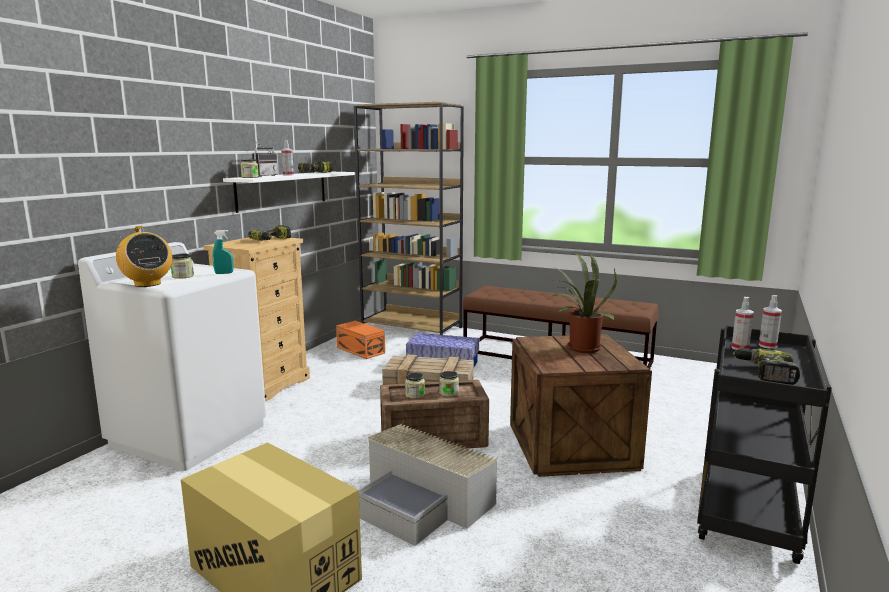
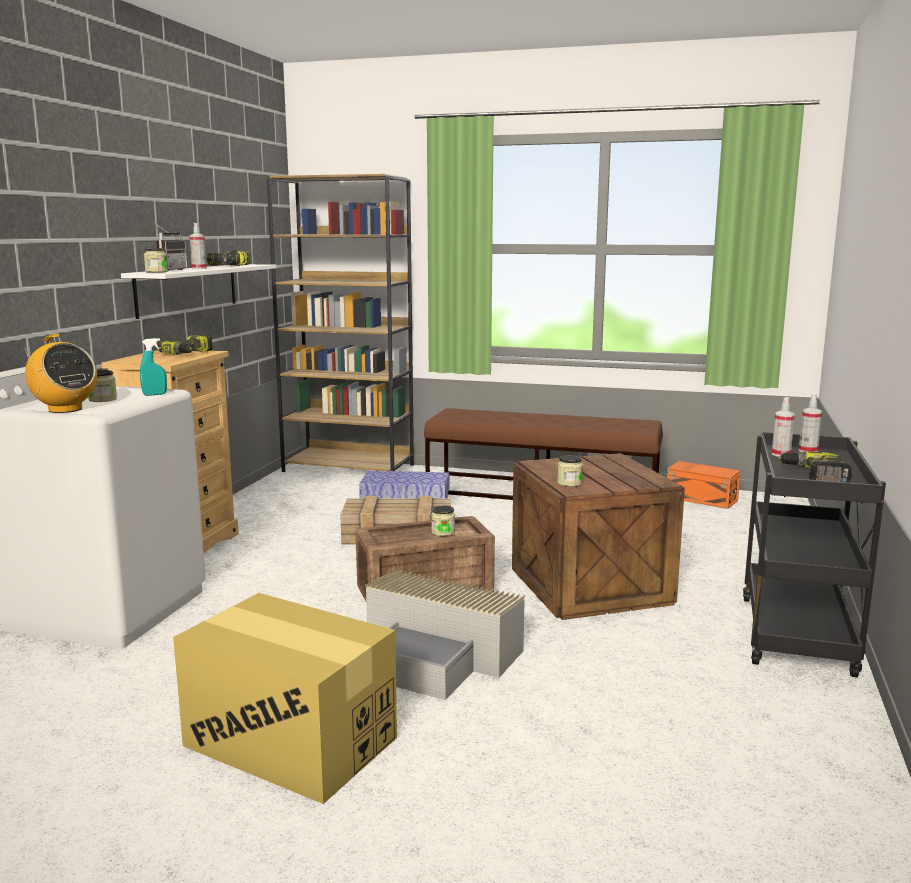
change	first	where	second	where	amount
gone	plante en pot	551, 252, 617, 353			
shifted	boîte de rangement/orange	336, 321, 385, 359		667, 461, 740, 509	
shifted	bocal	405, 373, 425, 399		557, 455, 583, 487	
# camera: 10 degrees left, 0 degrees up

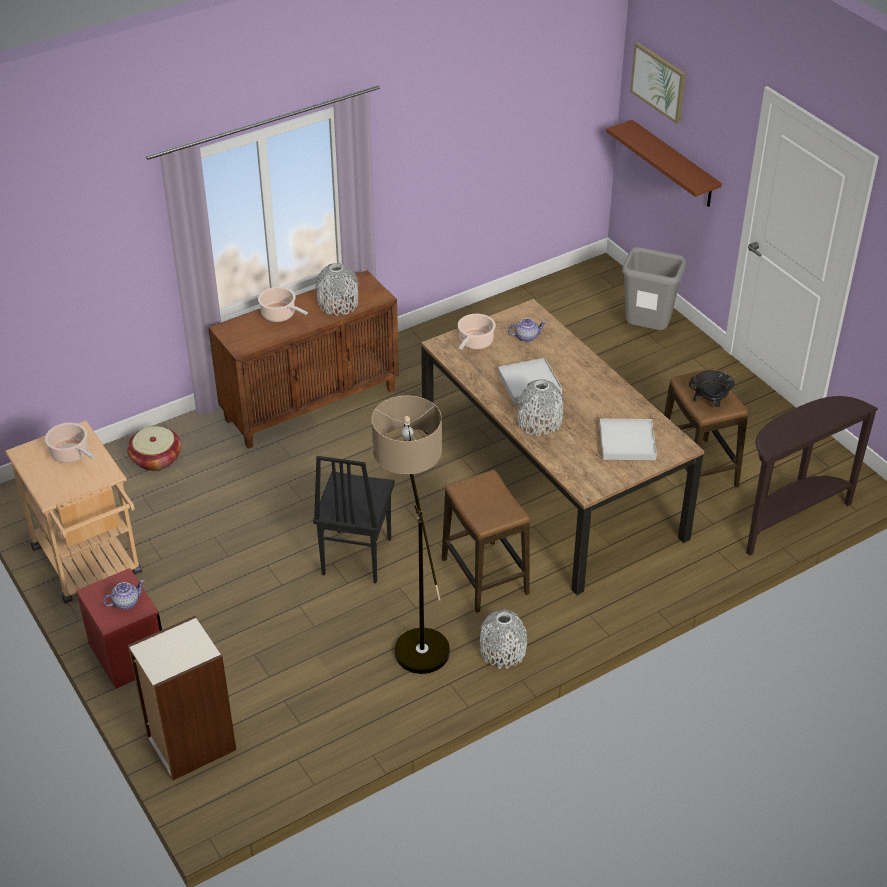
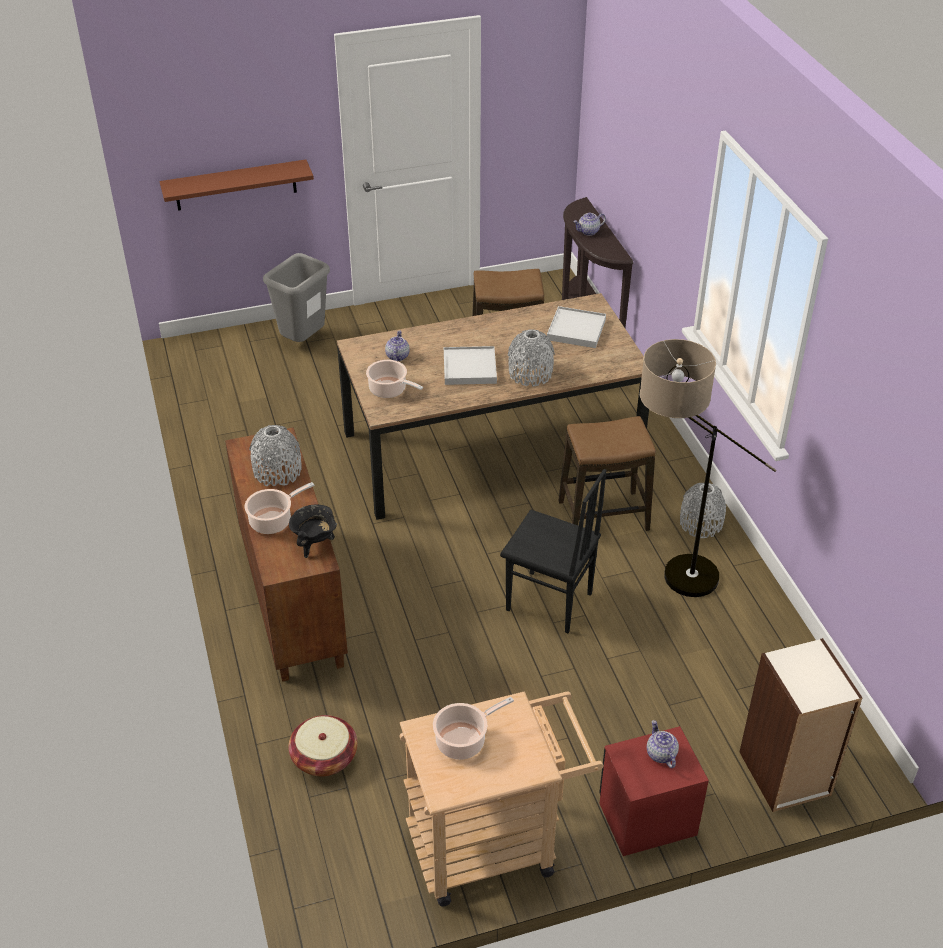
change	first	where	second	where	amount
gone	tableau	630, 42, 686, 124			
shifted	marmite/noir	689, 370, 735, 407		289, 505, 337, 558	
new			théière	573, 213, 606, 236	
# camera: 75 degrees left, 0 degrees up

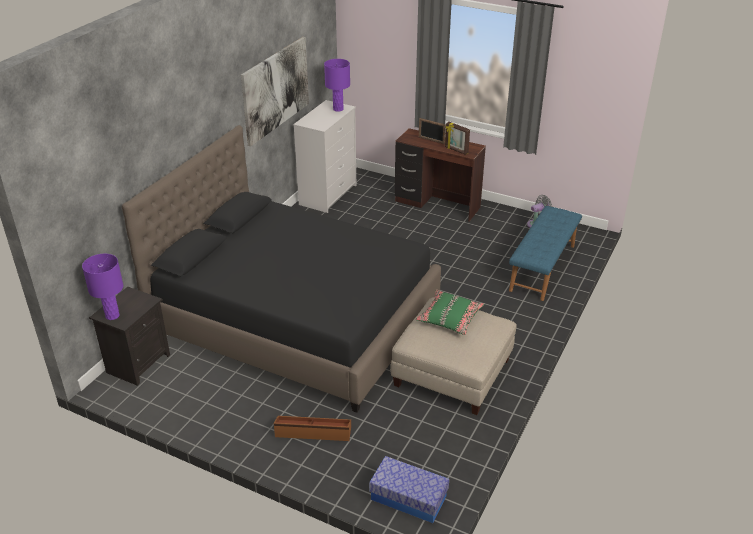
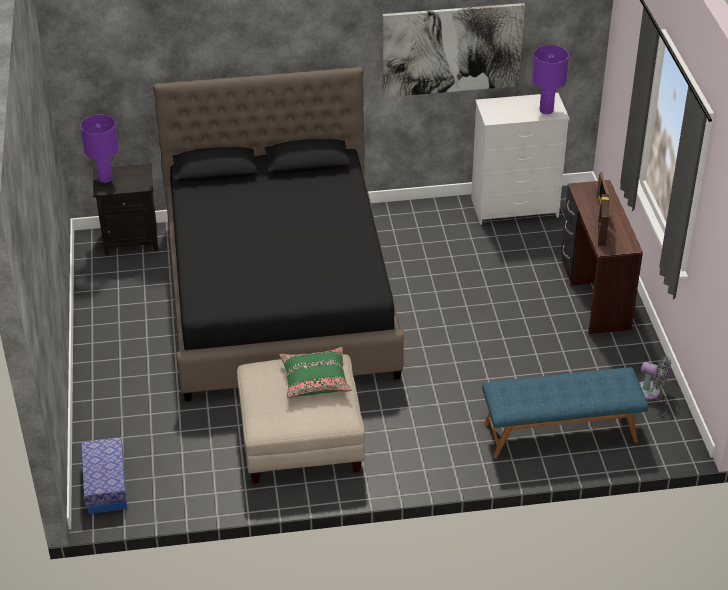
change	first	where	second	where	amount
gone	boîte de rangement/marron	274, 416, 351, 441			
# camera: 55 degrees right, 5 degrees up

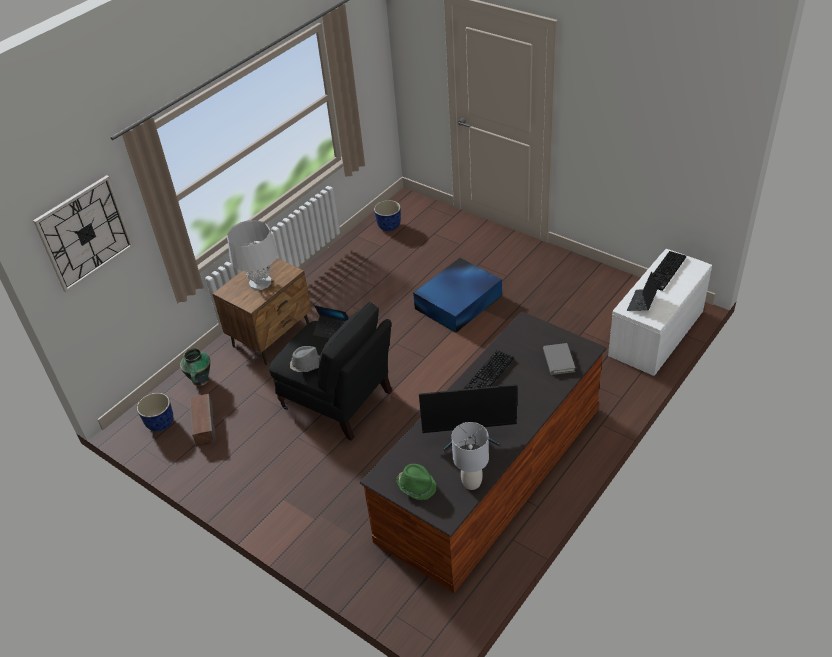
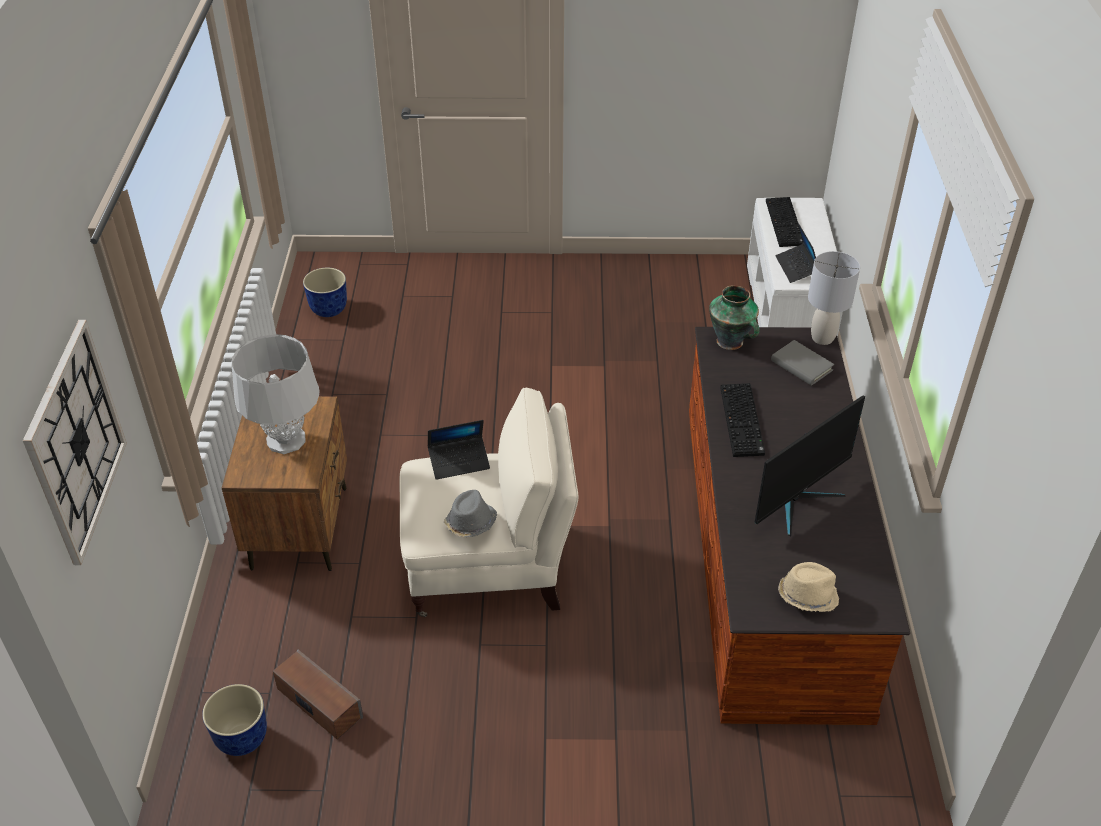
change	first	where	second	where	amount
gone	boîte de rangement/bleu	413, 258, 502, 333			
repainted	fauteuil/noir	268, 302, 392, 441	fauteuil/beige	400, 388, 578, 617	
shifted	vase	180, 348, 210, 386		709, 285, 760, 350	
shifted	lampe de table/gris	452, 422, 489, 490		808, 251, 860, 345	
repainted	chapeau/vert	396, 464, 436, 500	chapeau/beige	778, 562, 839, 612	
# camera: 40 degrees left, 0 degrees up

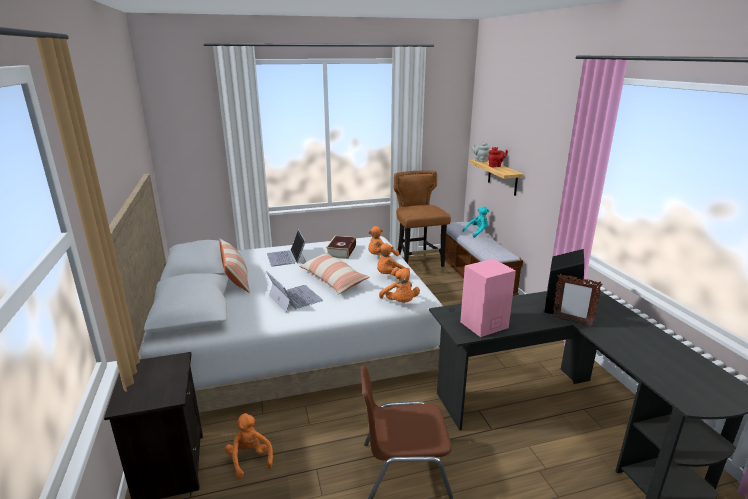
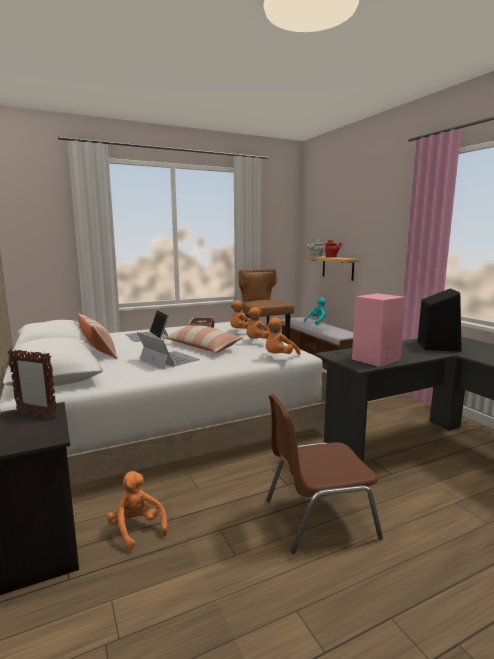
change	first	where	second	where	amount
rotated	peluche/orange	379, 268, 420, 303		266, 317, 301, 355	75 degrees clockwise
shifted	cadre photo	552, 274, 603, 327		8, 349, 57, 418	
# camera: 10 degrees left, 10 degrees down

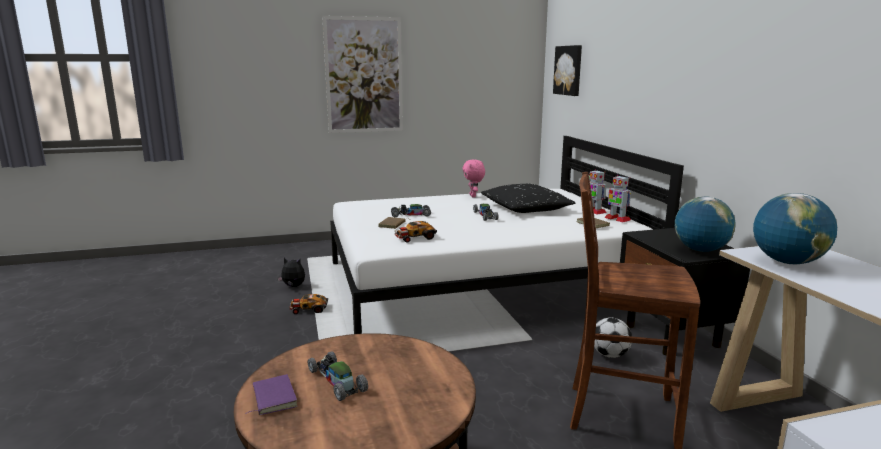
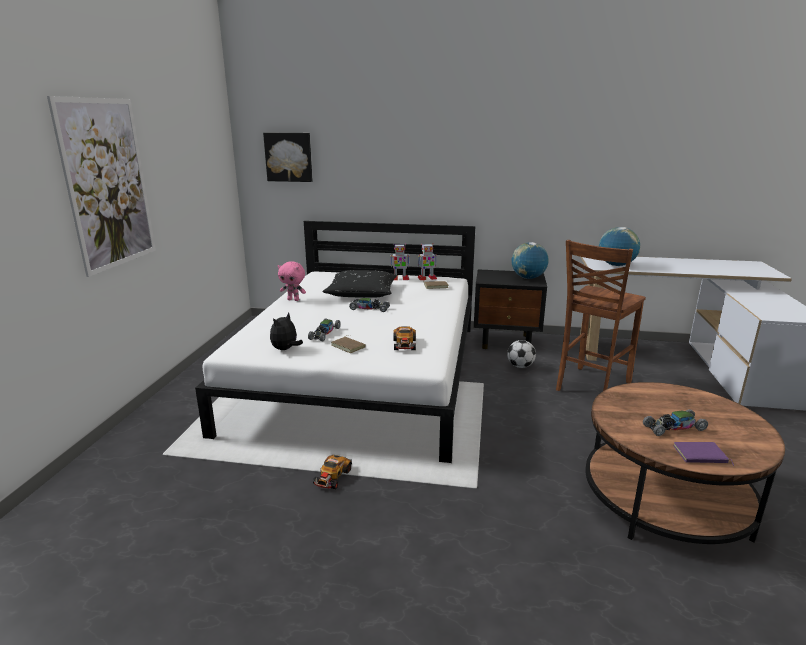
change	first	where	second	where	amount
shifted	peluche	277, 258, 305, 287		270, 313, 303, 350	
# camera: 65 degrees left, 5 degrees up

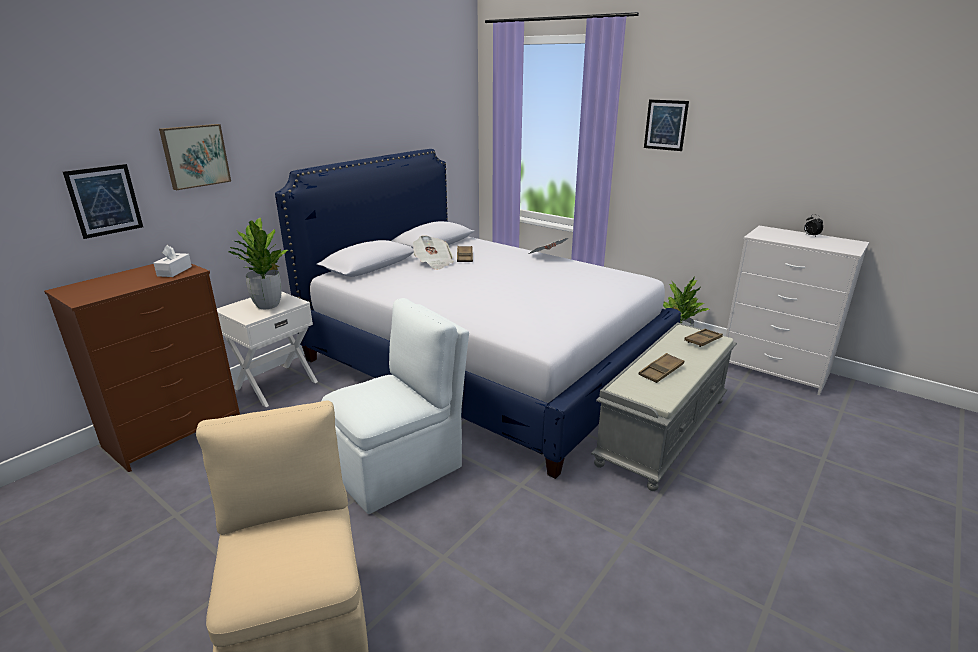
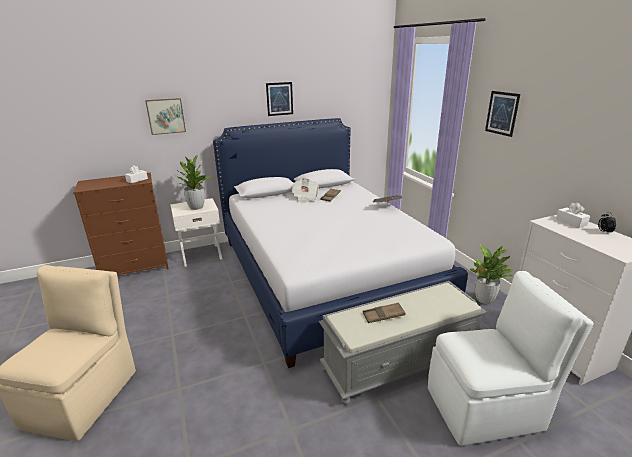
change	first	where	second	where	amount
shifted	tableau	63, 164, 143, 239		266, 82, 293, 116	
shifted	chaise/blanc	322, 298, 469, 514		428, 271, 594, 446	
gone	plateau/marron	684, 329, 723, 347			
new			boîte à mouchoirs/blanc	556, 203, 590, 228	
# camera: 30 degrees right, 0 degrees up

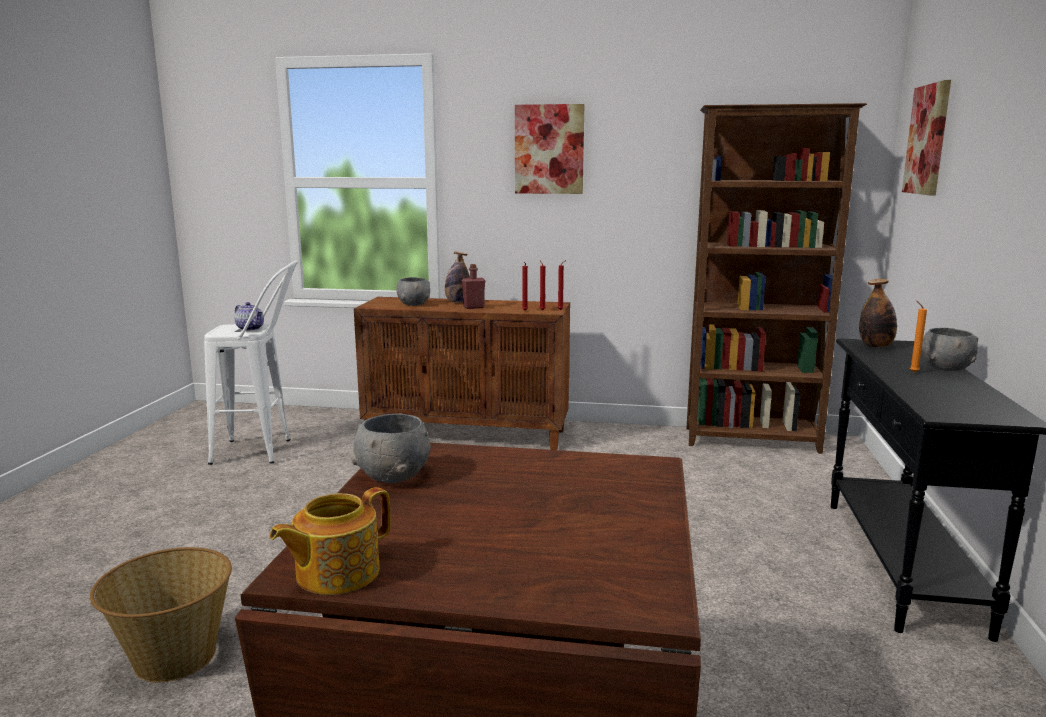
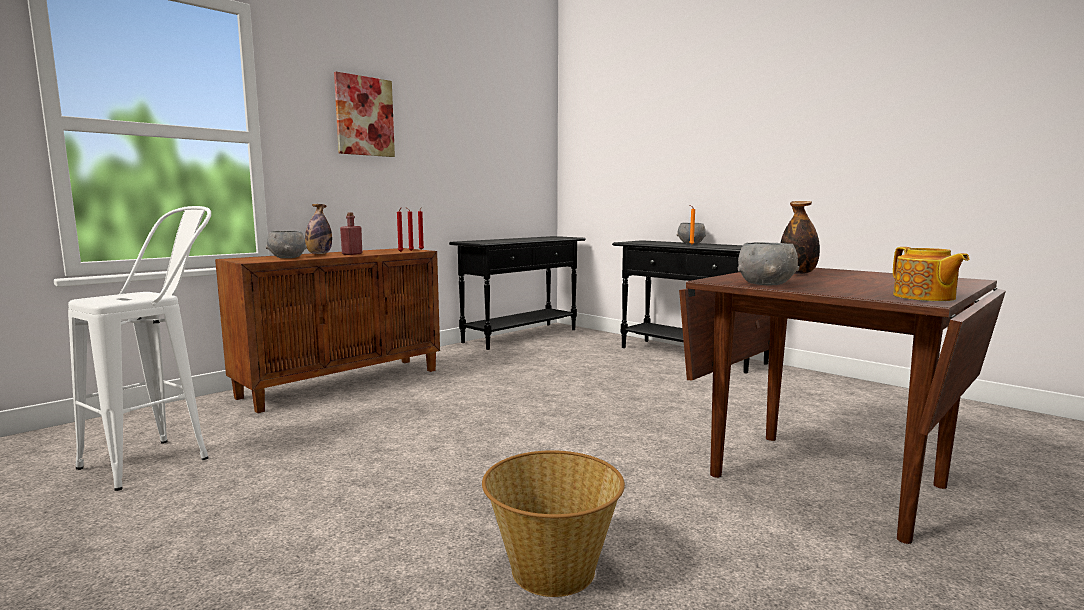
change	first	where	second	where	amount
gone	tableau	902, 80, 951, 195			
swapped	bibliothèque/marron	686, 103, 867, 454	table console/noir	449, 236, 586, 350	
shifted	bouteille	859, 279, 897, 347		781, 201, 820, 274	
gone	théière	234, 302, 264, 331			
# camera: 55 degrees left, 5 degrees down

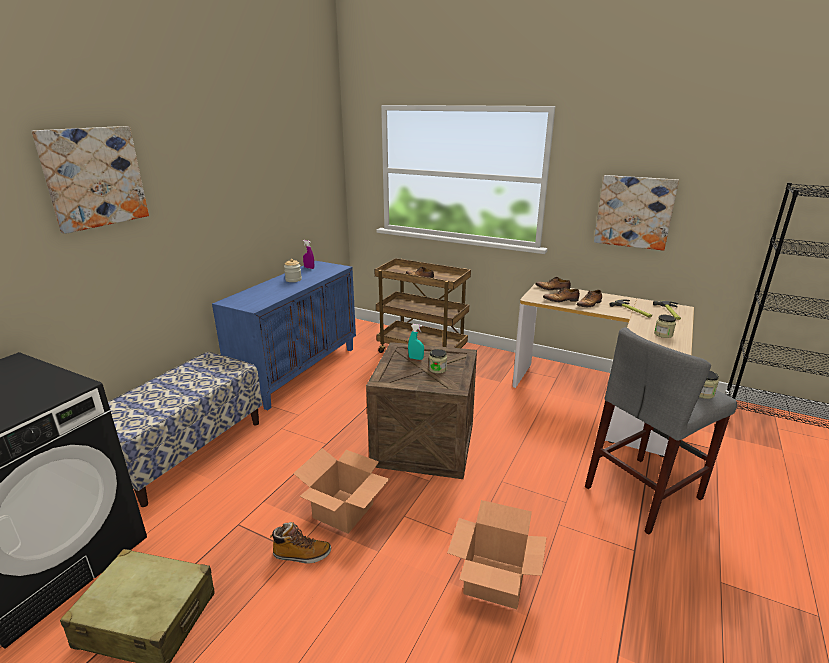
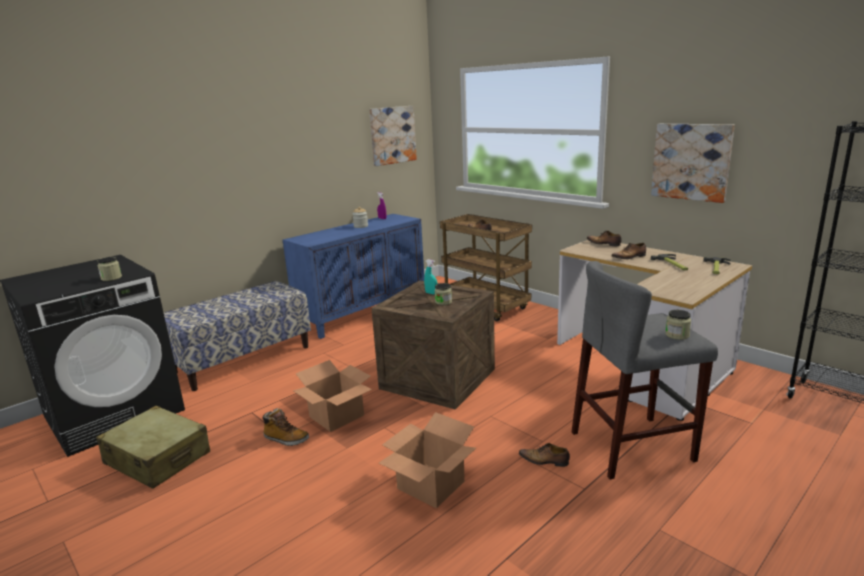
change	first	where	second	where	amount
shifted	tableau	32, 126, 149, 234		369, 106, 417, 166	
shifted	chaussure	543, 287, 580, 302		519, 443, 570, 467	
shifted	bocal	654, 315, 676, 338		97, 257, 122, 281	
# camera: 20 degrees right, 5 degrees down

